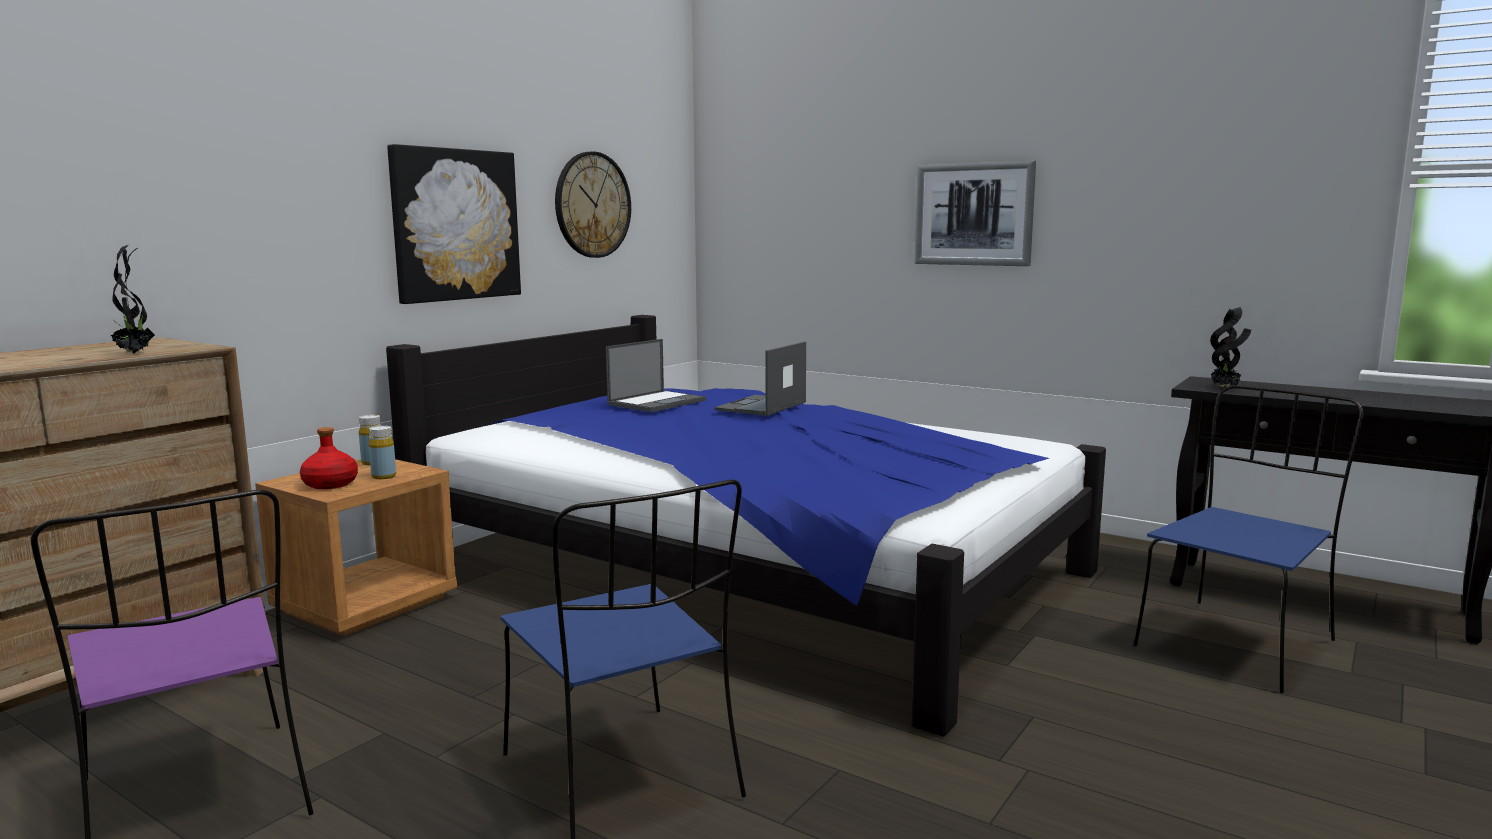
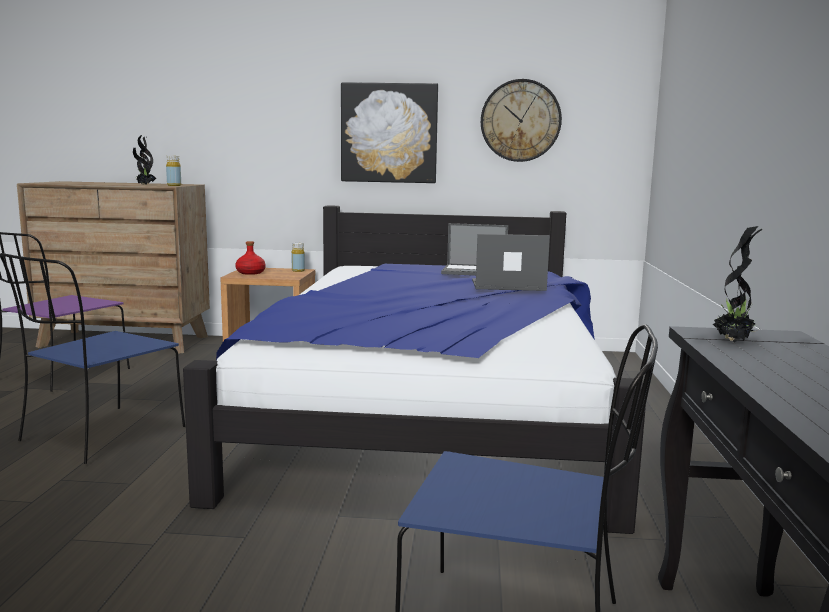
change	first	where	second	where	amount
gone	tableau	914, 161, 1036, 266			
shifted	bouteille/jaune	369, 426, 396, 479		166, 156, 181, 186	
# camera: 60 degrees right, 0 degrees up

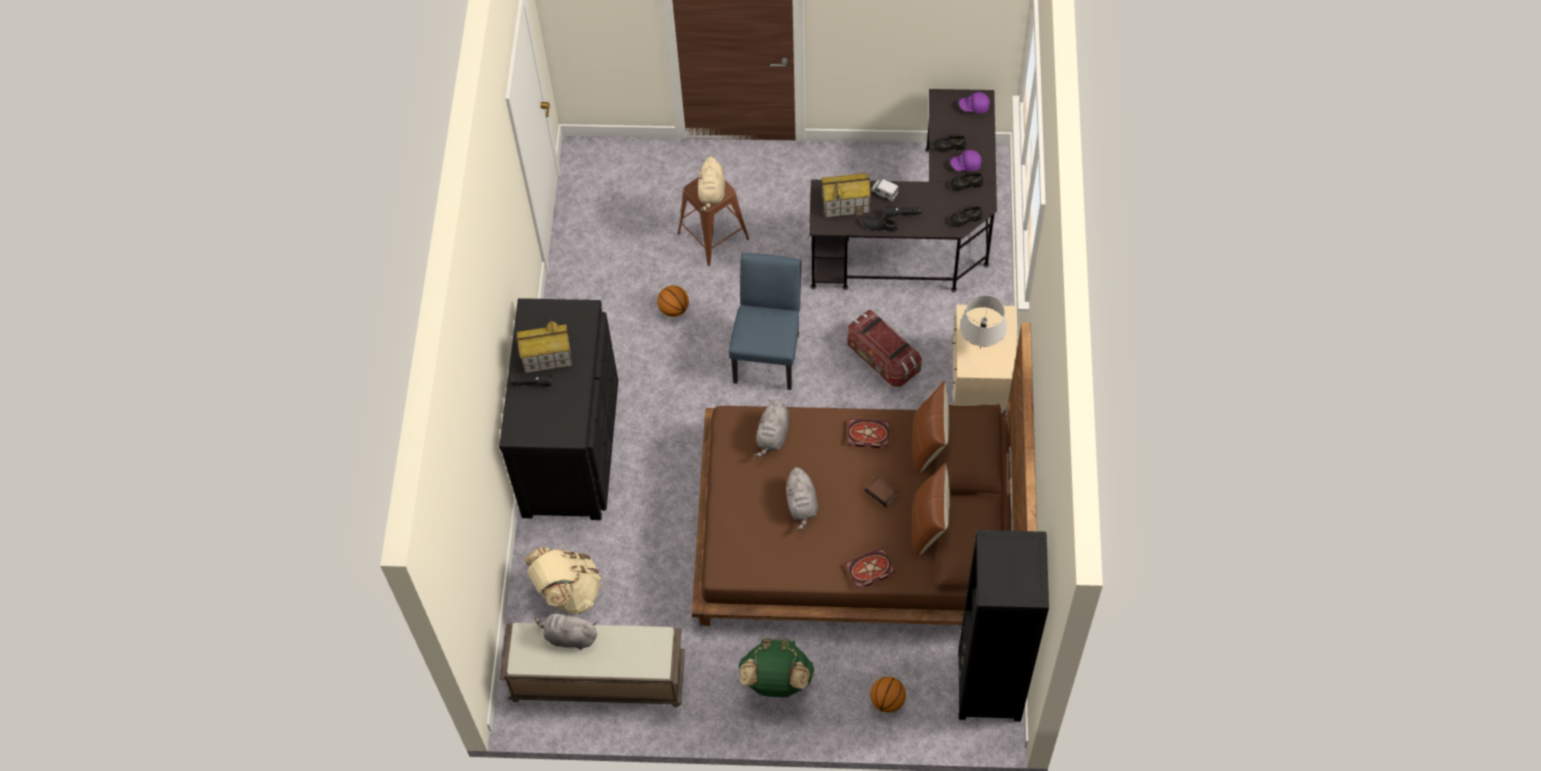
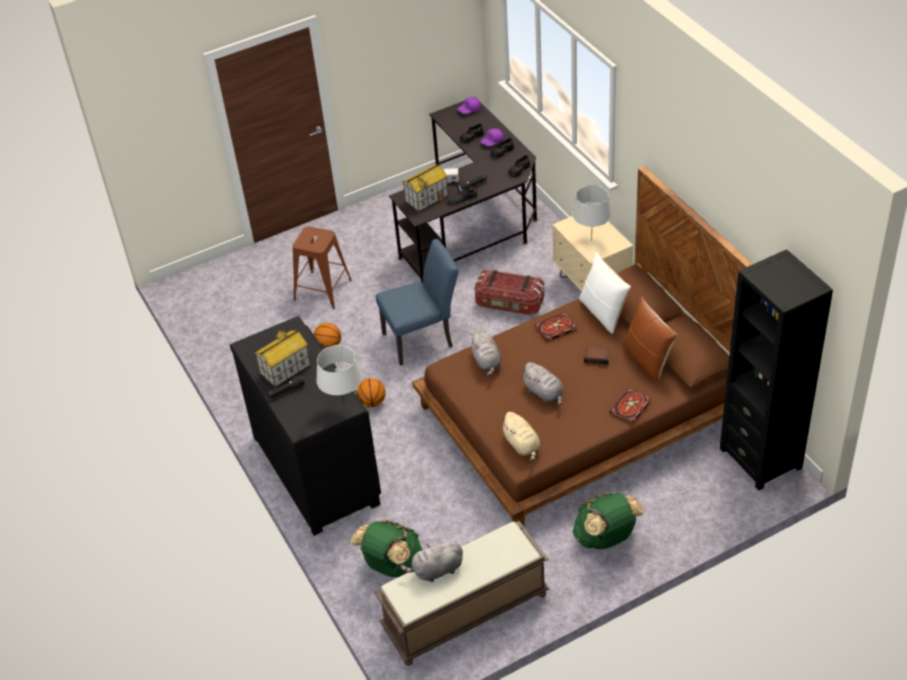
change	first	where	second	where	amount
shifted	peluche/beige	698, 156, 725, 212		500, 412, 540, 462	
rotated	chaise/bleu	728, 253, 802, 390		376, 239, 458, 366	90 degrees clockwise
repainted	coussin/marron	912, 381, 949, 474	coussin/blanc	579, 252, 631, 334	
repainted	sac à dos/beige	525, 547, 601, 614	sac à dos/vert	351, 520, 422, 577	
shifted	ballon de basket	870, 677, 906, 713		357, 378, 386, 407	
new			lampe de table/gris	316, 345, 363, 407	
# camera: 30 degrees left, 15 degrees down

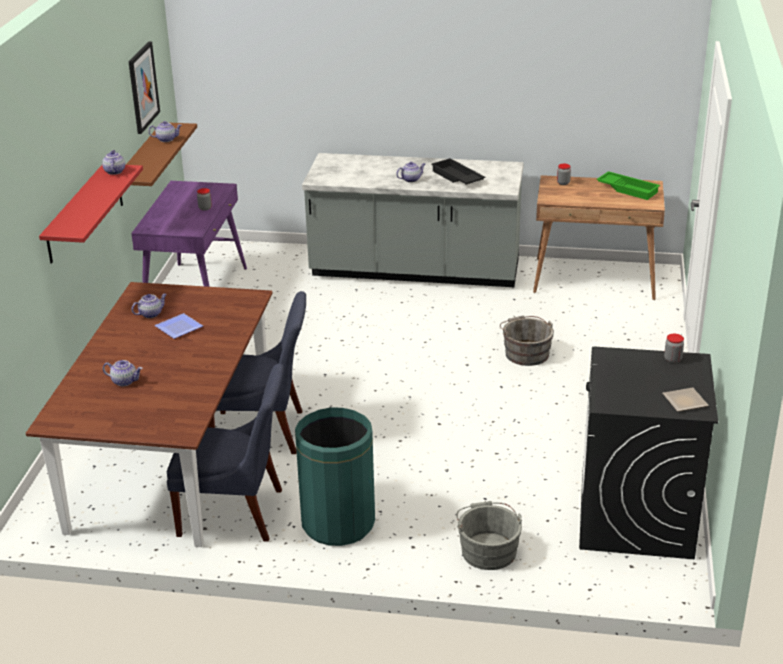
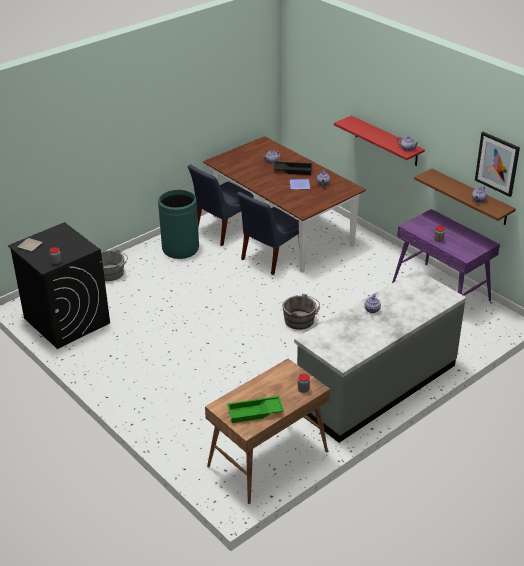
change	first	where	second	where	amount
shifted	plateau/noir	431, 158, 485, 184		273, 162, 313, 175	
shifted	seau/gris	500, 316, 554, 366		282, 294, 320, 330	
# camera: 130 degrees right, 5 degrees up

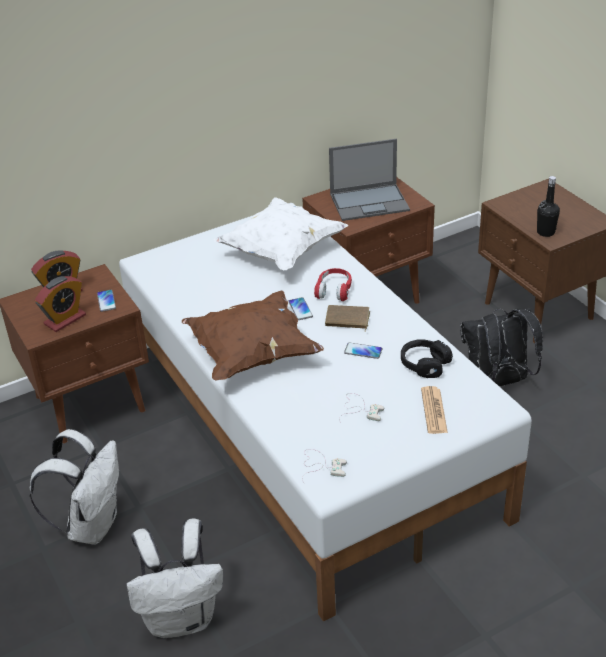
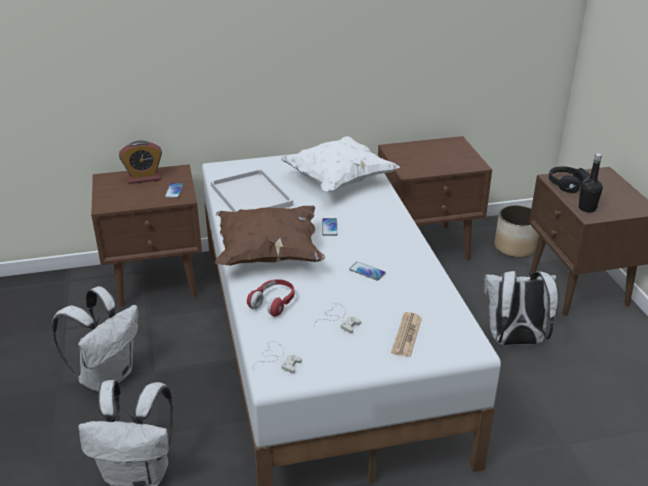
change	first	where	second	where	amount
gone	ordinateur portable	329, 139, 410, 221			
shifted	casque audio/rouge	314, 268, 352, 301		247, 279, 295, 317	
gone	réveil	35, 276, 86, 332			
gone	livre/marron	325, 305, 370, 331			
repainted	sac à dos/noir	461, 308, 543, 387	sac à dos/blanc	484, 269, 559, 345	
shifted	casque audio/noir	401, 339, 453, 378		549, 166, 590, 193	
new			plateau/blanc	211, 169, 293, 212	
new			cache-pot	494, 205, 539, 257	
# camera: 15 degrees right, 5 degrees down

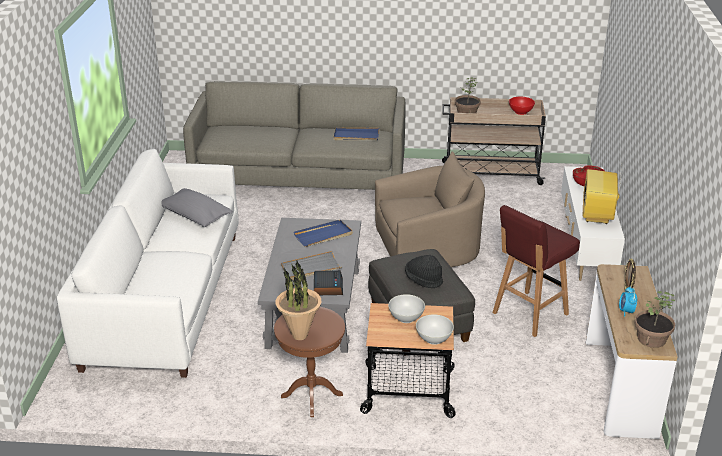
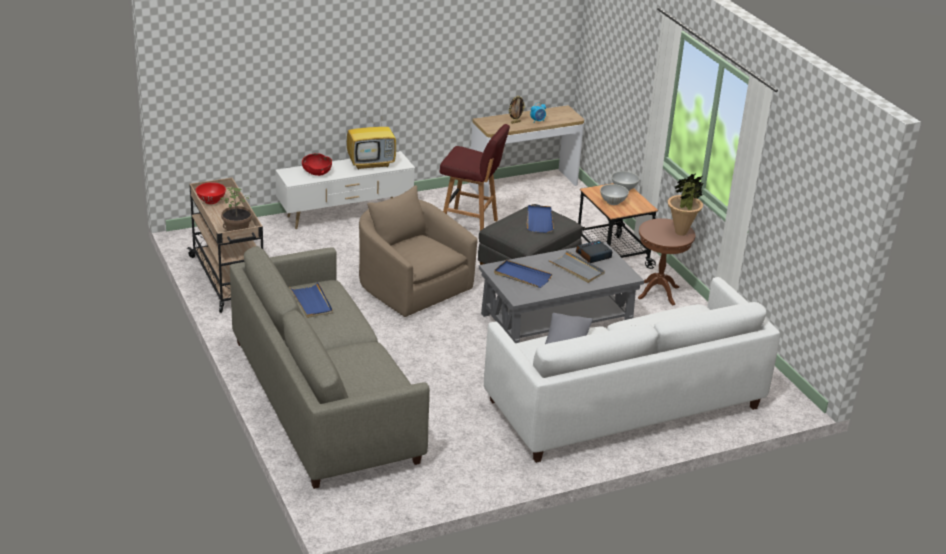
change	first	where	second	where	amount
swapped	chapeau/noir	405, 255, 443, 288	plateau/bleu	526, 205, 554, 233	
gone	plante en pot	634, 291, 675, 348			
# camera: 120 degrees left, 0 degrees up

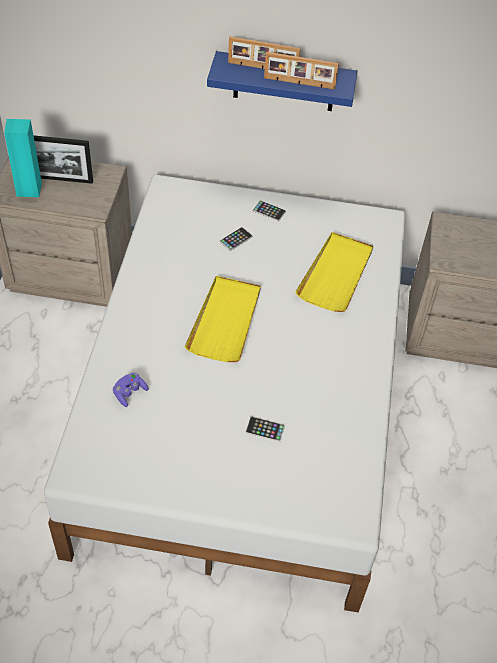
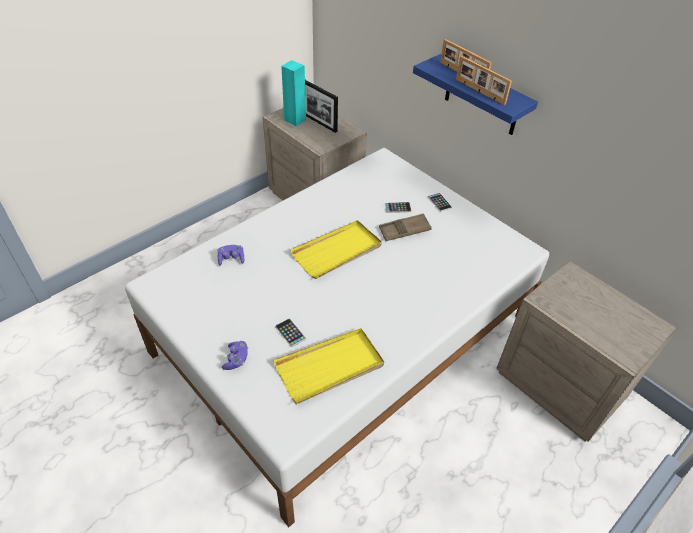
change	first	where	second	where	amount
shifted	plateau/jaune	295, 232, 373, 312		273, 328, 384, 405	
new			plateau/marron	379, 213, 432, 241	
new			manette/violet	222, 341, 248, 370	
# camera: 40 degrees right, 5 degrees down

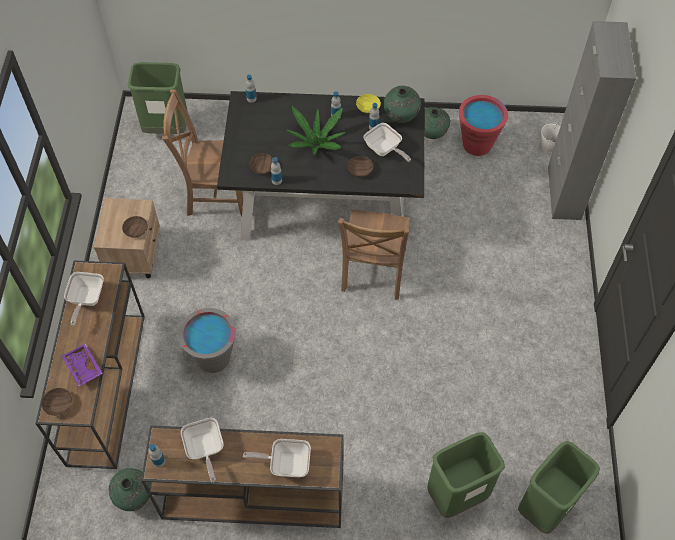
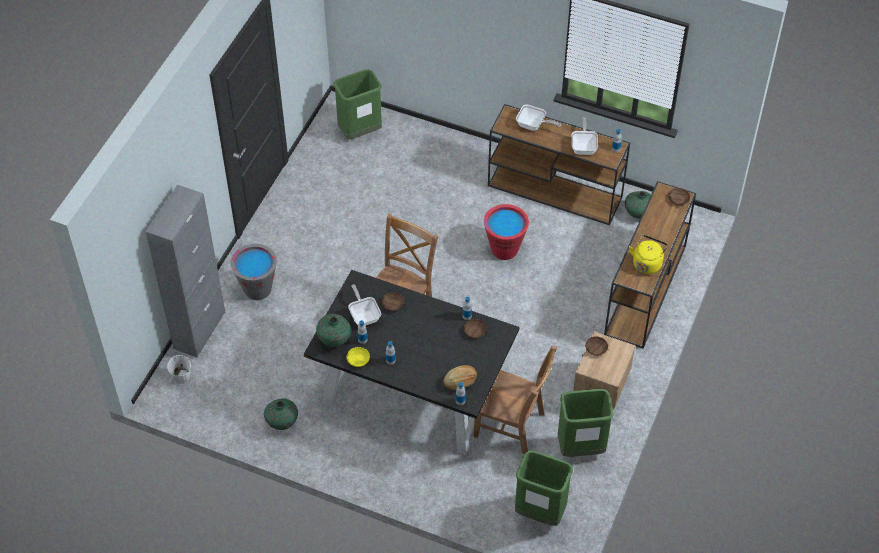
change	first	where	second	where	amount
shifted	seau/rouge	459, 95, 508, 156		484, 204, 529, 260	
gone	plante en pot	286, 106, 346, 155			
swapped	poêle	64, 272, 104, 326	bouilloire/jaune	629, 235, 668, 274	
shifted	seau/gris	179, 308, 236, 373		231, 244, 277, 300	
gone	plateau/violet	62, 344, 103, 386			
shifted	poubelle/vert	427, 432, 505, 518		558, 389, 614, 457	
new			pain	443, 365, 477, 390	
# camera: 160 degrees left, 5 degrees down

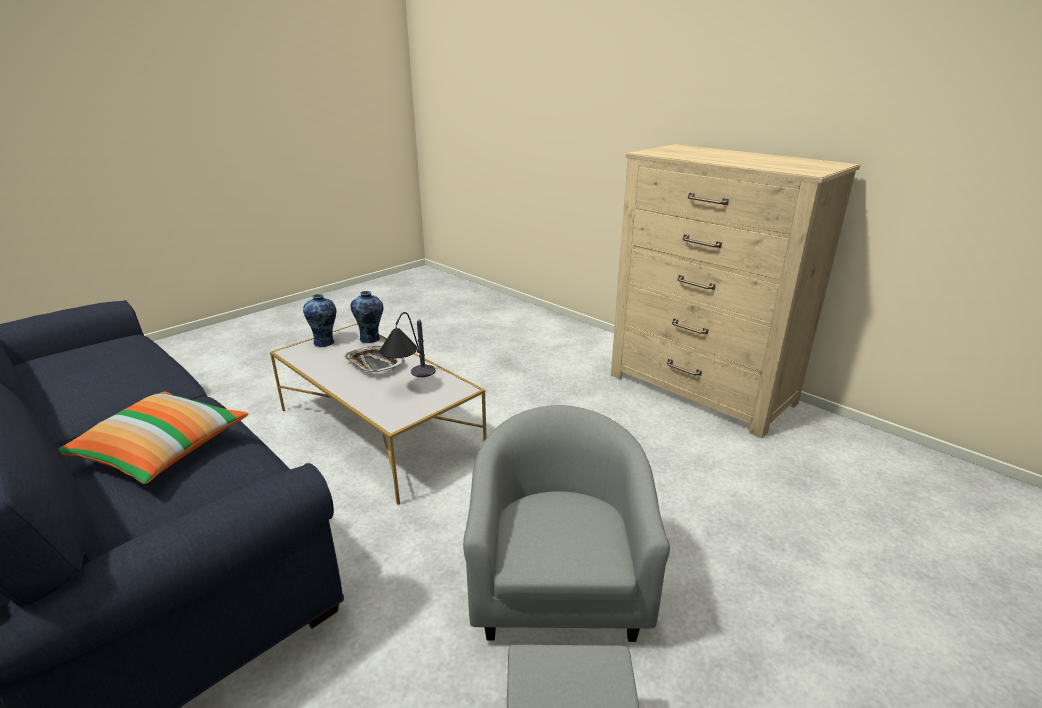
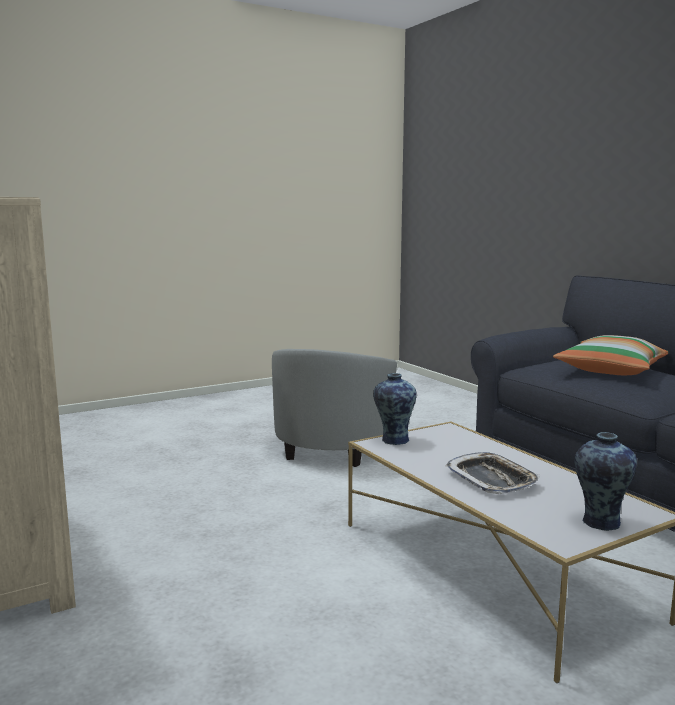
change	first	where	second	where	amount
shifted	vase	350, 291, 383, 343		373, 373, 417, 445	
gone	lampe de table	380, 312, 435, 377			
# camera: 165 degrees left, 15 degrees down

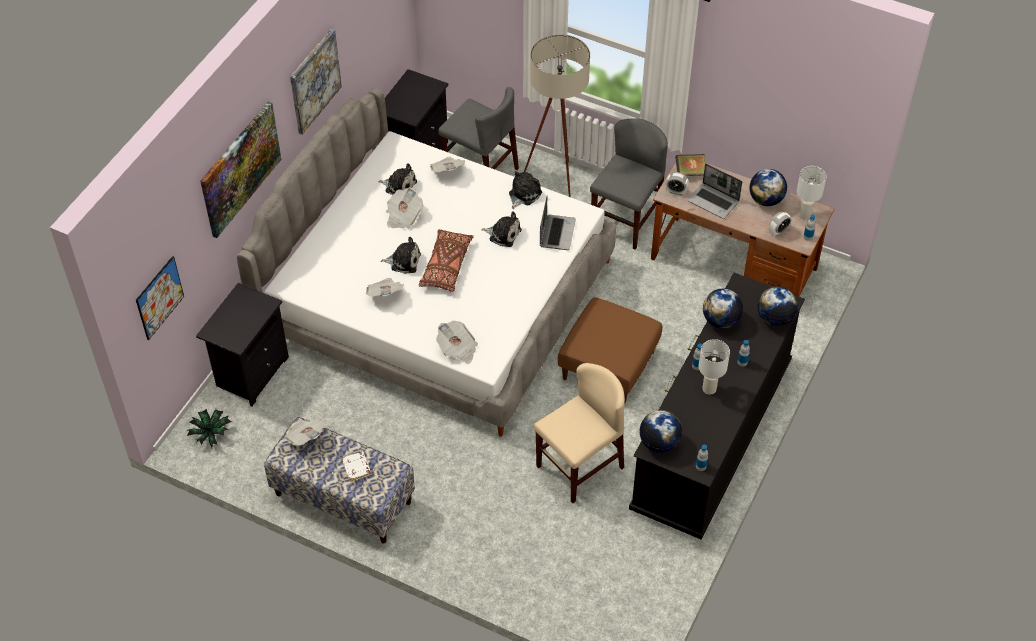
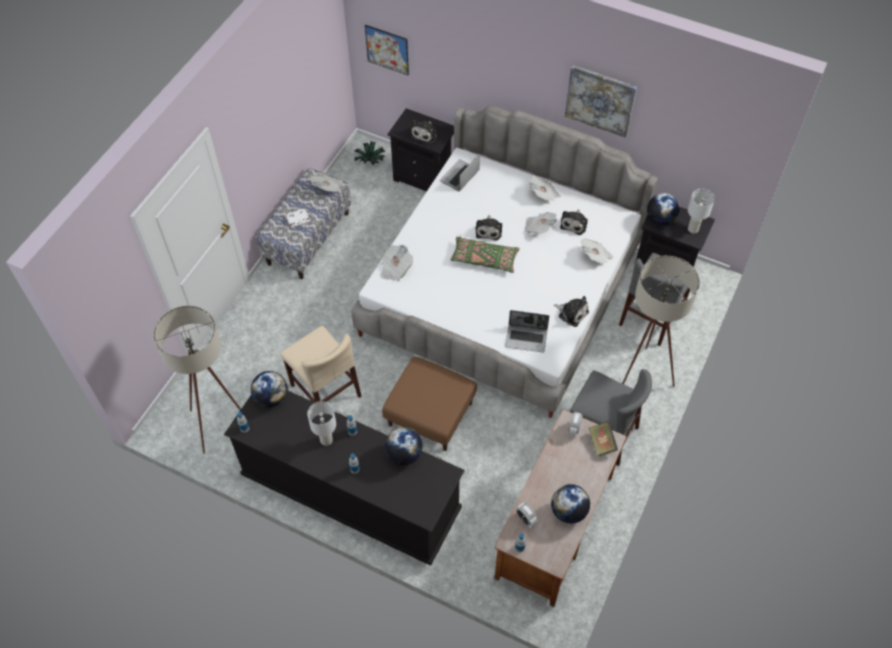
change	first	where	second	where	amount
gone	tableau	200, 102, 282, 238			
shifted	ordinateur portable	688, 163, 742, 219		440, 154, 480, 191	
shifted	lampe de table/blanc	797, 166, 827, 220		688, 189, 715, 233	
shifted	peluche	482, 211, 522, 247		411, 120, 437, 144	
repainted	coussin/marron	419, 229, 474, 292	coussin/vert	450, 237, 520, 273	
shifted	journal	366, 278, 404, 297		528, 177, 561, 201	
shifted	globe	757, 287, 798, 326		647, 193, 680, 225	
new			lampadaire/beige	153, 305, 241, 454	
# camera: 90 degrees right, 5 degrees up

